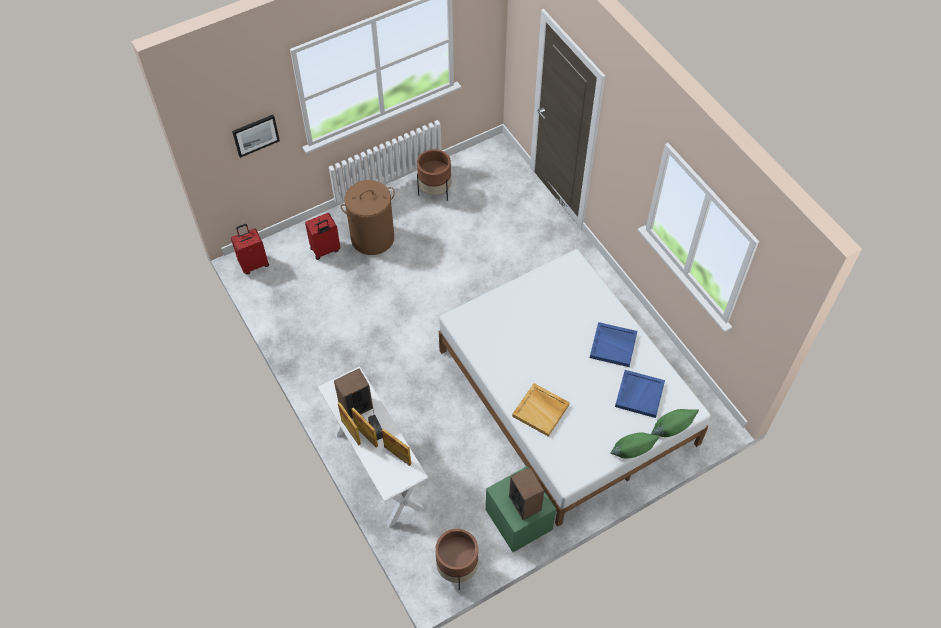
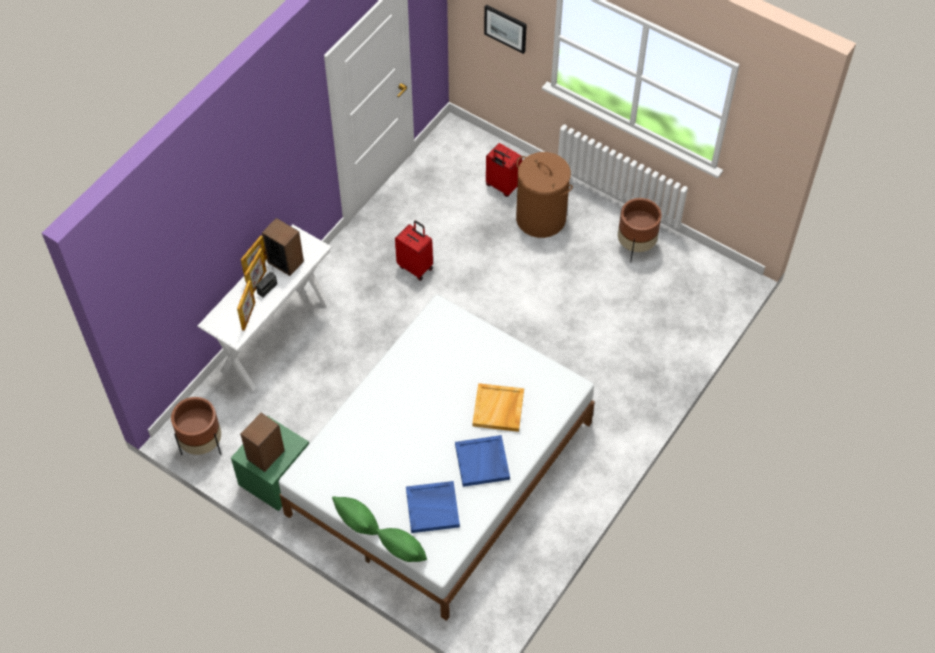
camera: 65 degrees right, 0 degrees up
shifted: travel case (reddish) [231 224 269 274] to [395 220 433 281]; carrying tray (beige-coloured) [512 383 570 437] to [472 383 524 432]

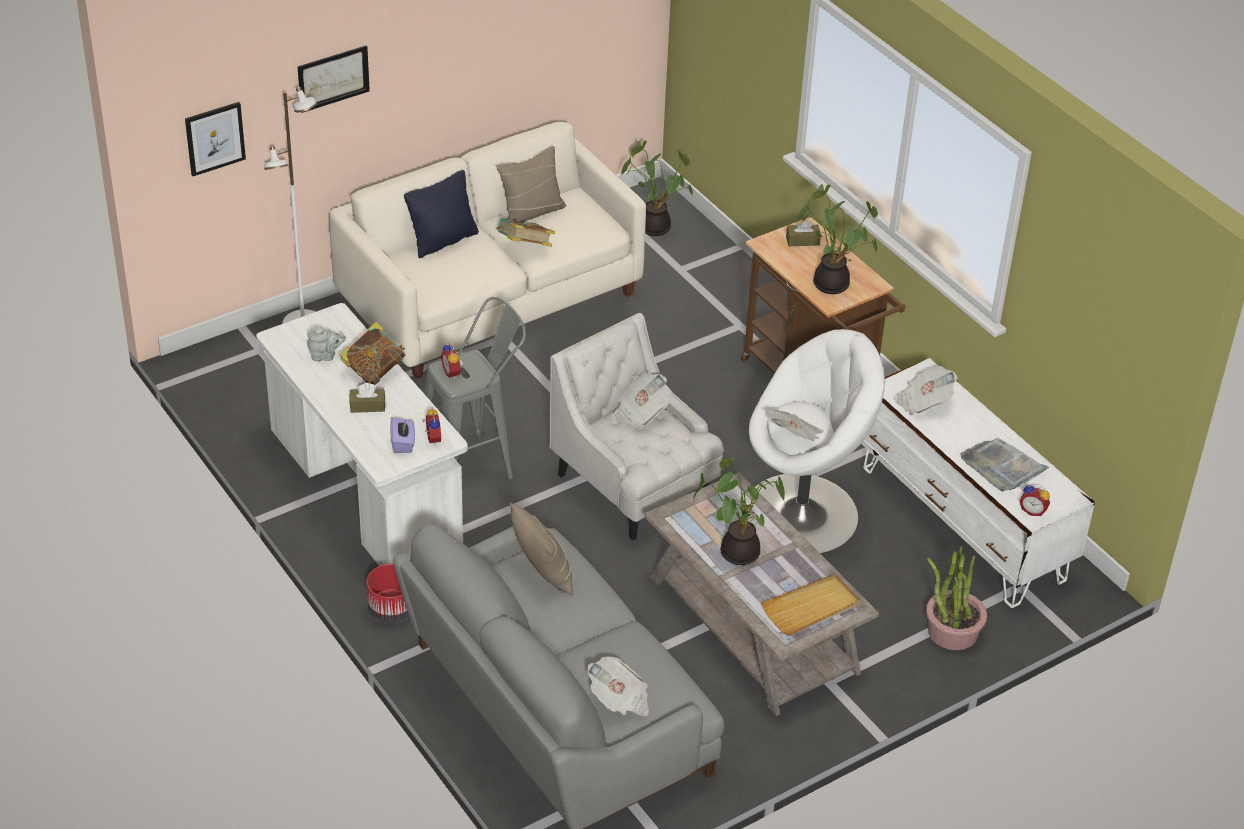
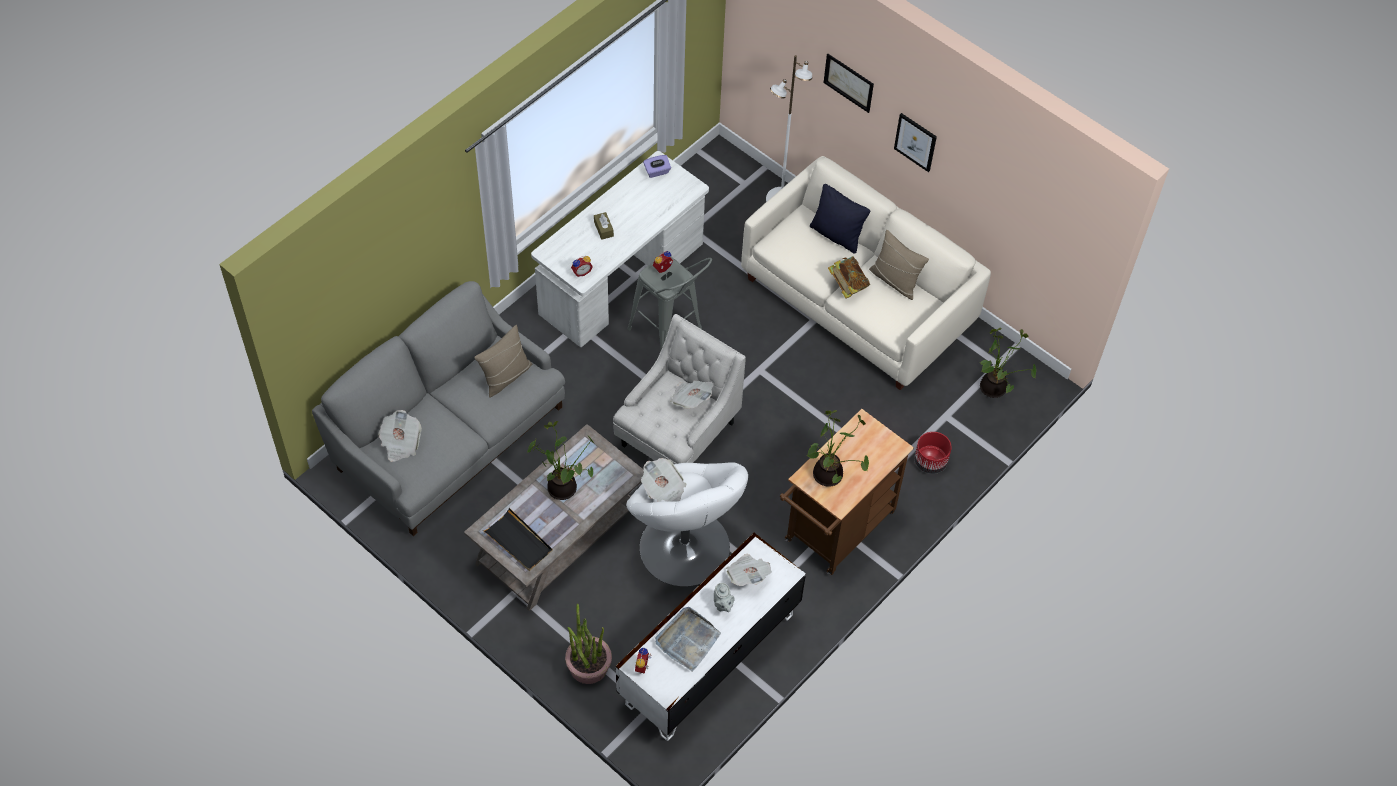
camera: 75 degrees right, 15 degrees up
gone: box of tissues (brownish) [786 220 821 246]; book [339 322 405 385]
shifted: wall art [185 102 246 176] to [894 113 937 172]; tea pot (greyish) [307 327 346 361] to [714 583 735 612]; box of tissues (purple-coloured) [390 417 415 453] to [643 155 671 178]; plant pot (reddish) [366 564 409 623] to [914 432 952 474]
repainted: carrying tray (beige-coloured) [761 574 860 636] to carrying tray (blackish) [483 508 553 571]

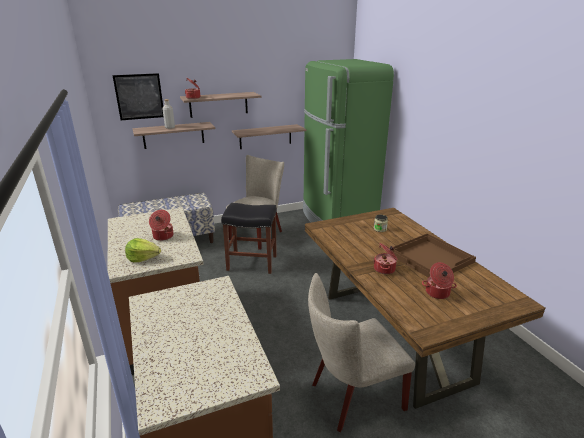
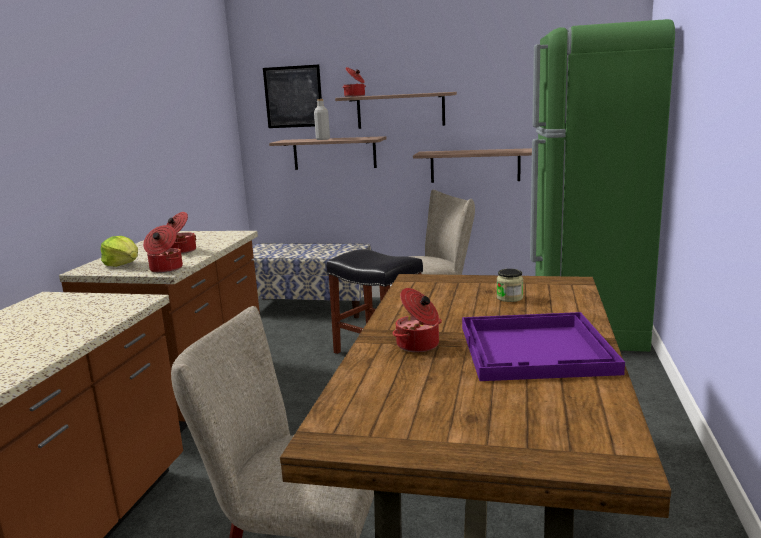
camera: 35 degrees right, 10 degrees down
shifted: saucepot [422 262 457 299] to [143 225 183 273]
repainted: carrying tray (brownish) [392 233 476 277] to carrying tray (purple-coloured) [462 312 625 381]

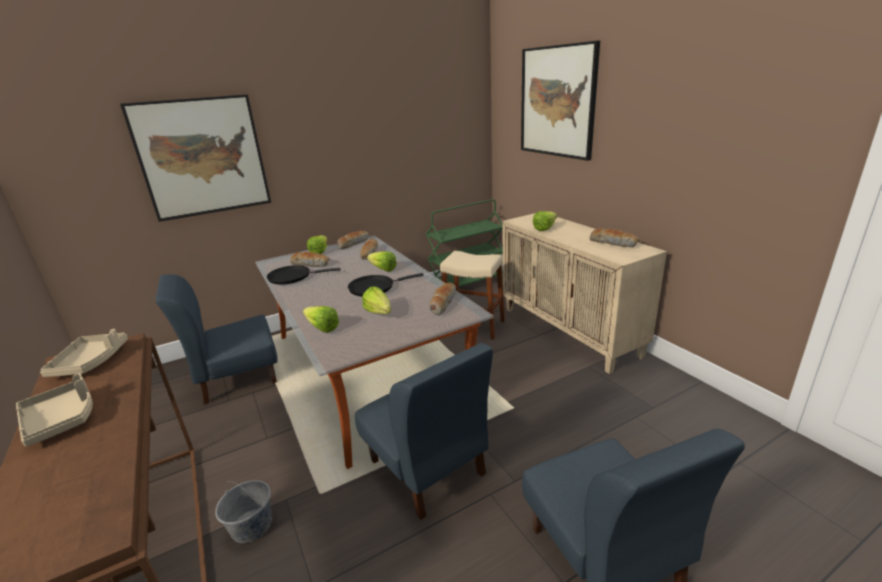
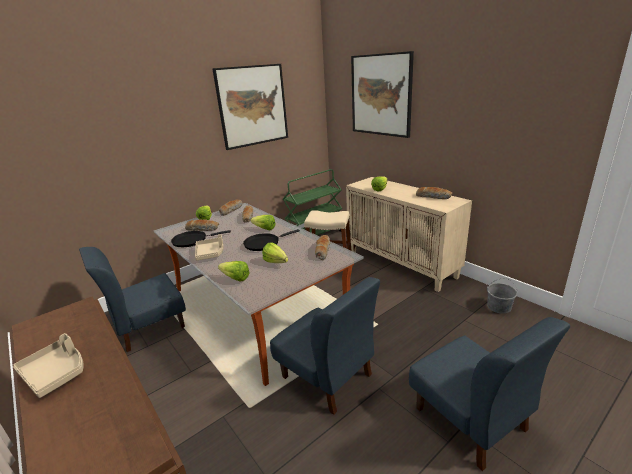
camera: 10 degrees left, 0 degrees up
shifted: wall art [120 94 271 222] to [212 64 288 150]; carrying tray (beige-coloured) [40 329 128 377] to [195 234 224 260]; water bucket (greyish) [215 480 272 543] to [487 278 517 314]

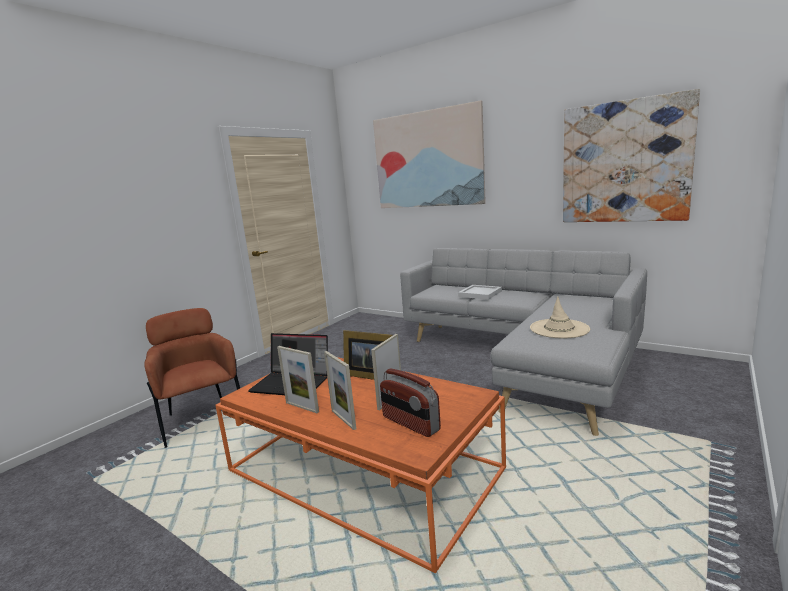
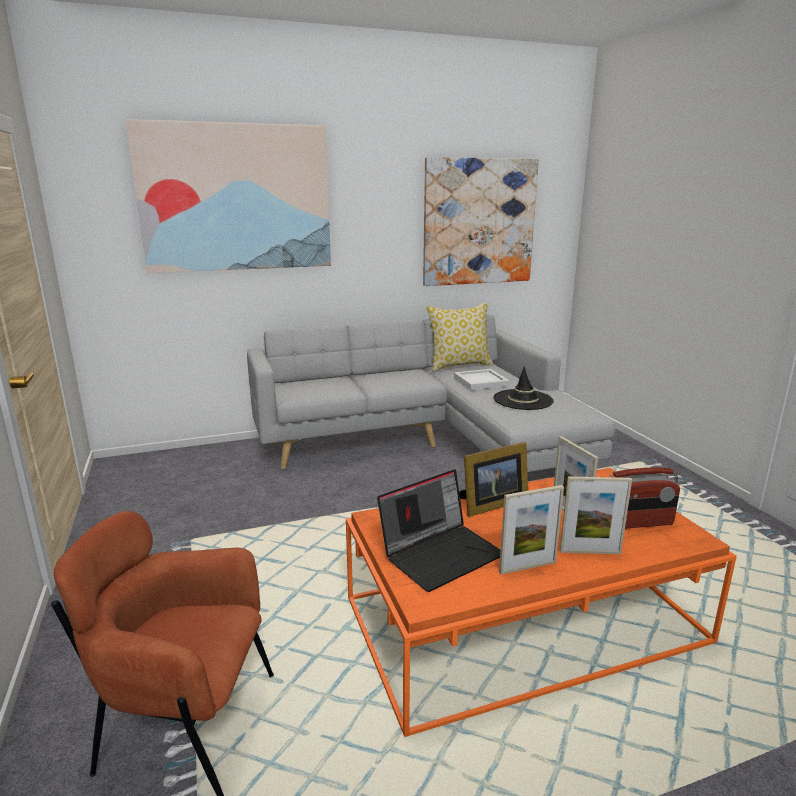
camera: 55 degrees left, 5 degrees up
new: pillow [426 302 493 371]
shifted: carrying tray (whitish) [458 285 502 300] to [454 369 510 390]
repainted: wearable hat (beige-coloured) [530 296 590 338] to wearable hat (blackish) [494 366 554 410]

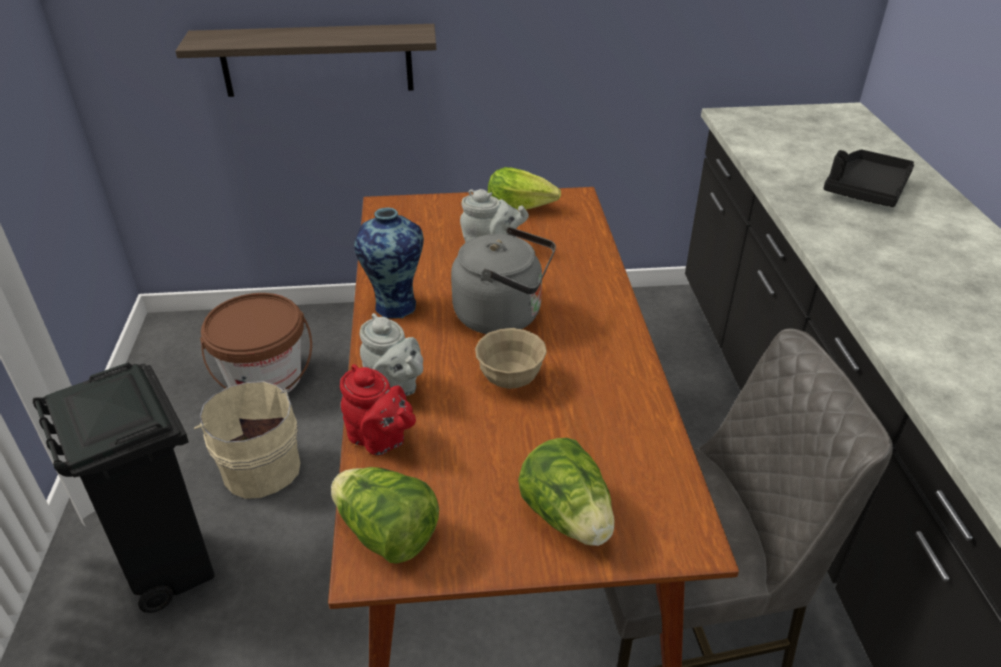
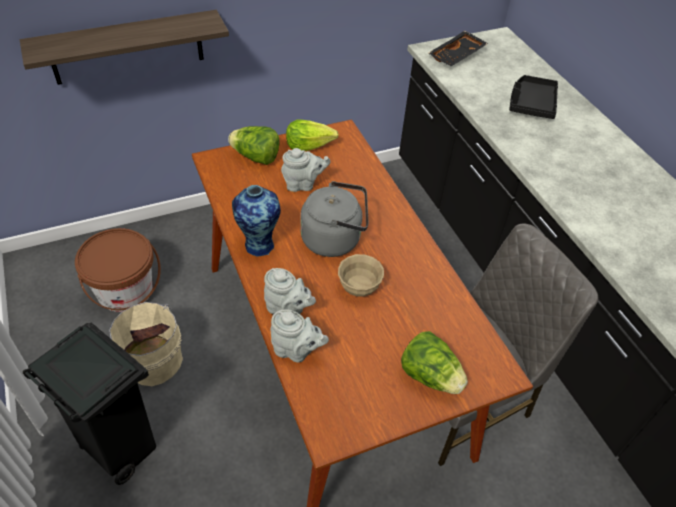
camera: 20 degrees left, 10 degrees up
new: carrying tray (blackish) [428 31 488 66]
shifted: head of lettuce [331 467 439 564] to [228 126 280 165]
repainted: tea pot (reddish) [340 364 416 455] to tea pot (greyish) [270 309 329 363]

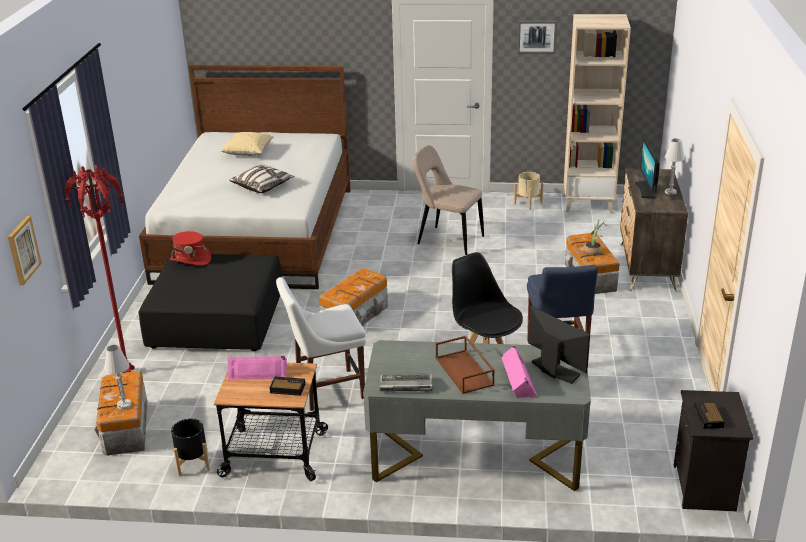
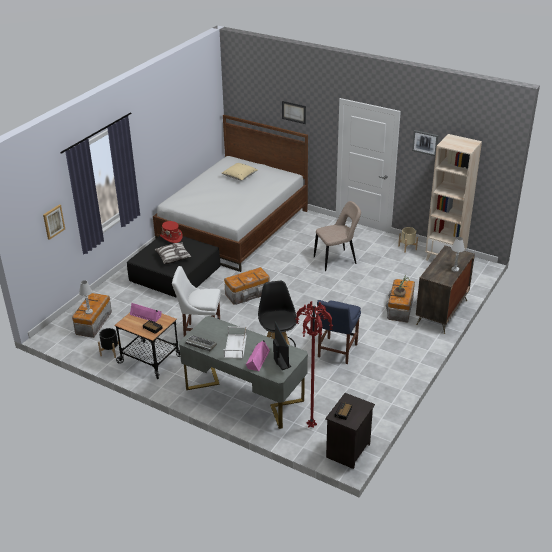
camera: 25 degrees right, 5 degrees up
gone: computer display [635 138 660 199]
new: wall art [282 101 306 124]
shifted: standard lamp (reddish) [64 165 135 373] to [295 301 333 428]; pillow [229 165 294 193] to [155 242 192 264]
repainted: carrying tray (brownish) [436 336 495 394] to carrying tray (whitish) [224 327 247 359]
rotated: plain chair (beige-coloured) [412 145 484 255] = [314 201 361 271] 105 degrees clockwise

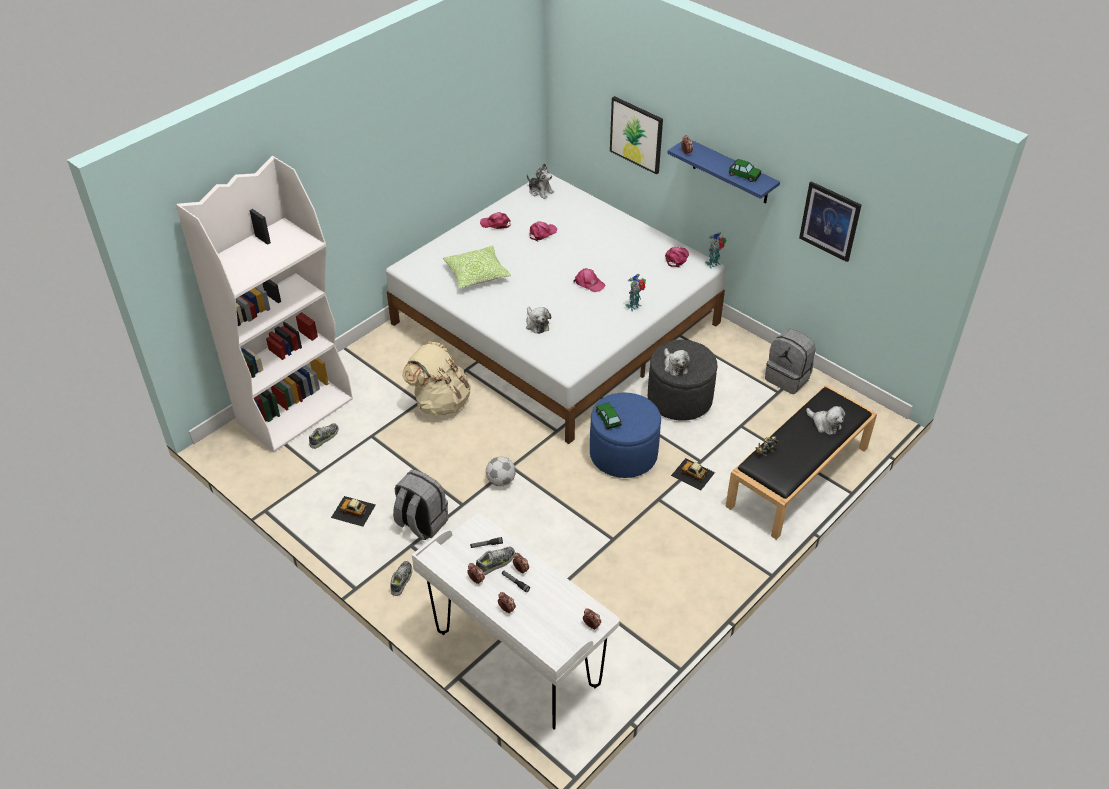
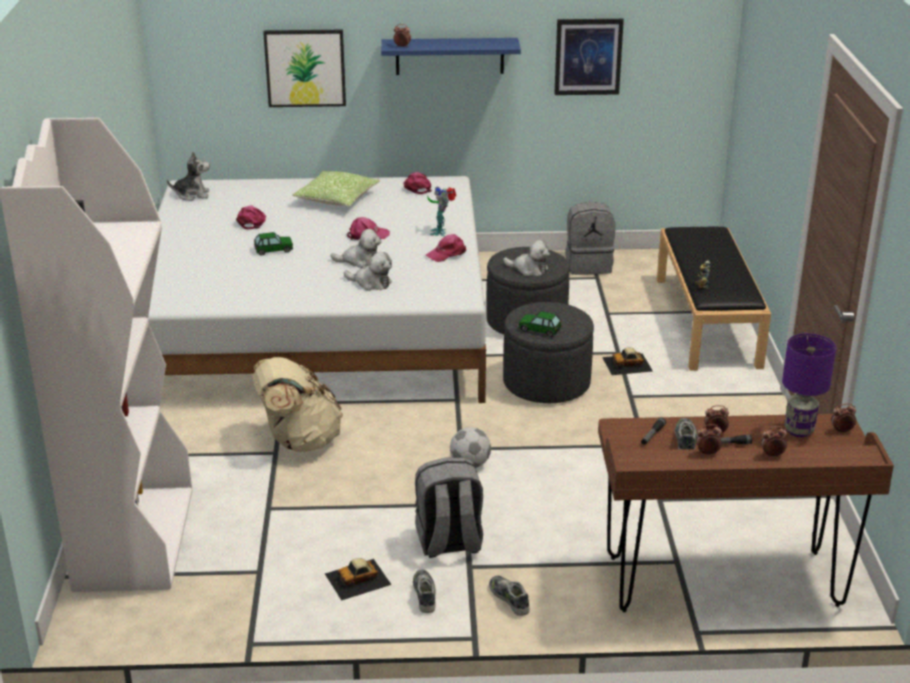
camera: 45 degrees left, 15 degrees down
gone: model robot [705 233 726 269]
new: lamp for a table (purple-coloured) [782 333 836 437]
shifted: toy car [729 159 761 182] to [254 232 293 256]; peaked cap (pink) [480 212 511 229] to [426 234 466 262]; pillow [443 245 511 289] to [292 171 380 207]; soft toy [806 406 845 435] to [331 229 381 268]; item of footwear [309 423 339 449] to [413 570 436 613]
repainted: footrest (blue) [590 393 661 478] to footrest (greyish) [503 302 594 403]; desk unit (whitish) [412 513 620 730] to desk unit (brownish) [598 414 894 612]

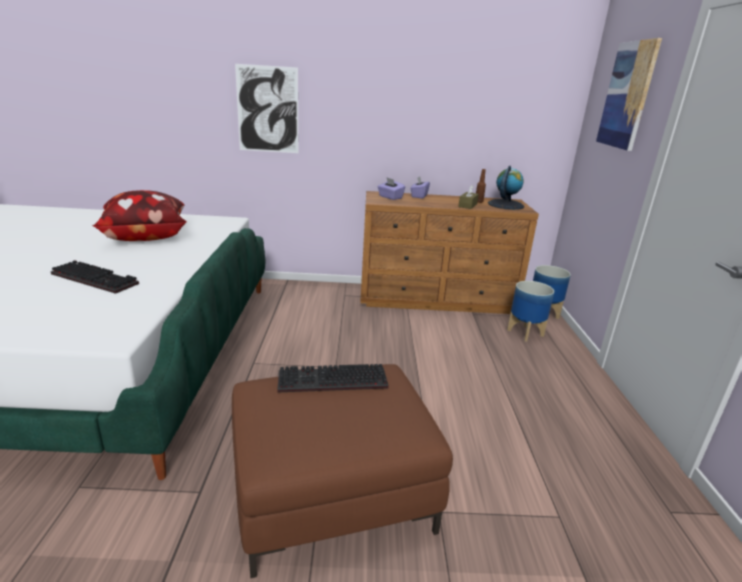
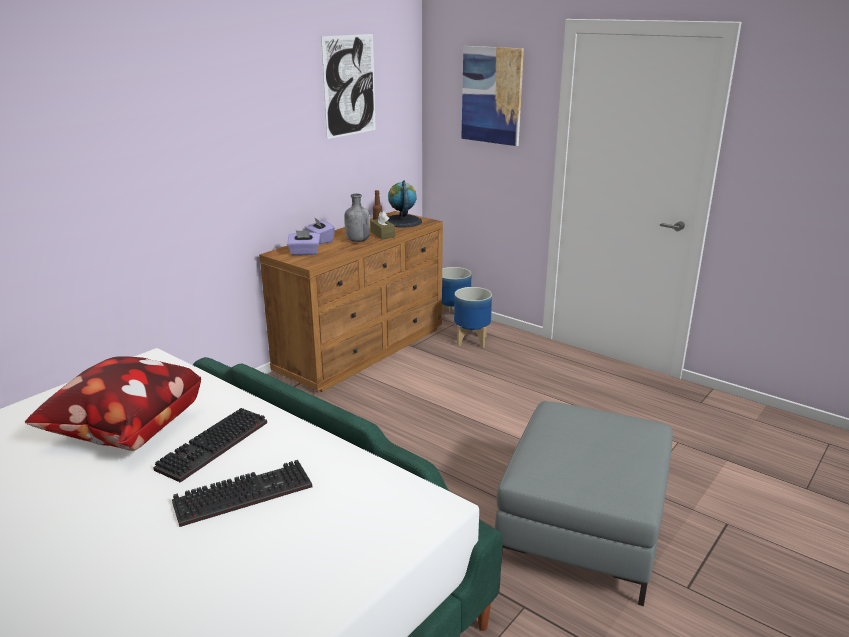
camera: 50 degrees left, 0 degrees up
new: beverage bottle (greyish) [344 194 370 242]
shifted: wall art [235 64 298 153] to [321 34 376 139]; PC keyboard [278 364 389 392] to [153 408 267 482]
repainted: footrest (brownish) [232 364 453 578] to footrest (greyish) [495 401 673 606]

